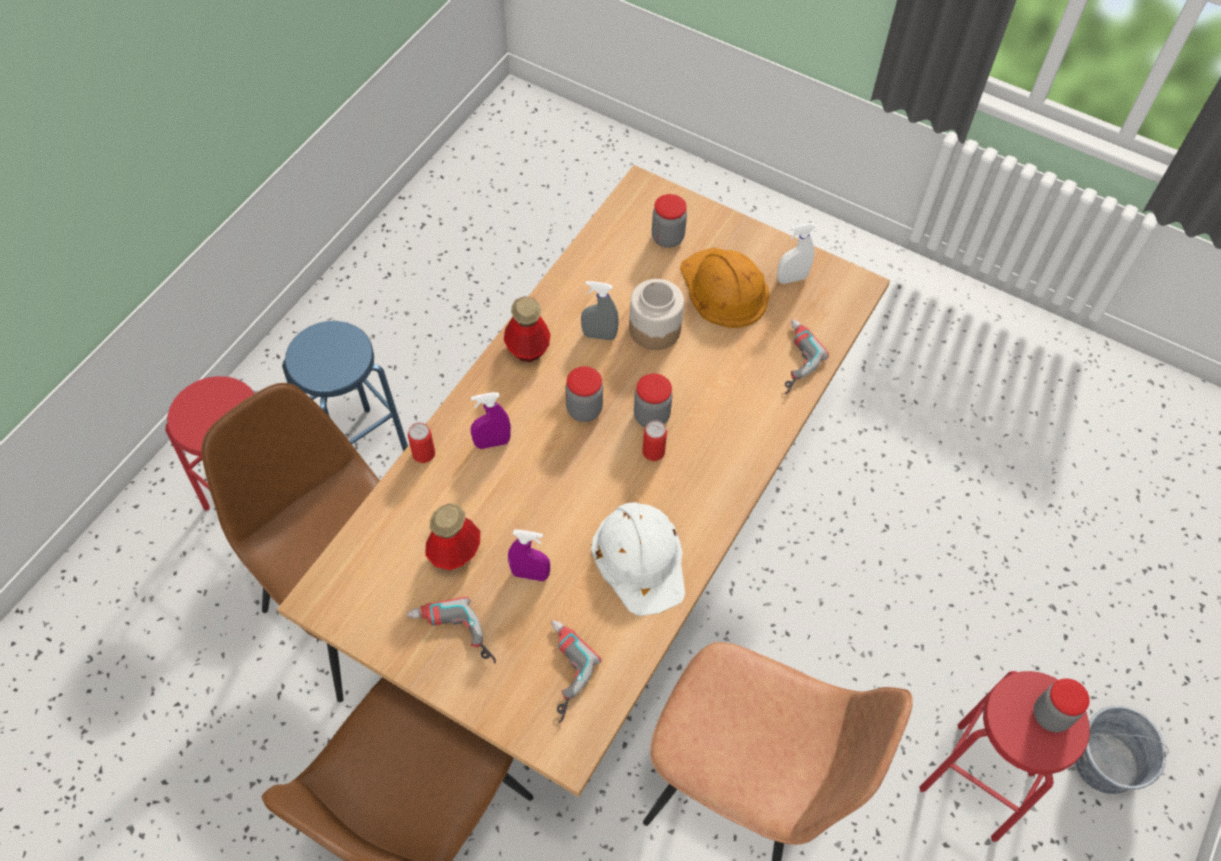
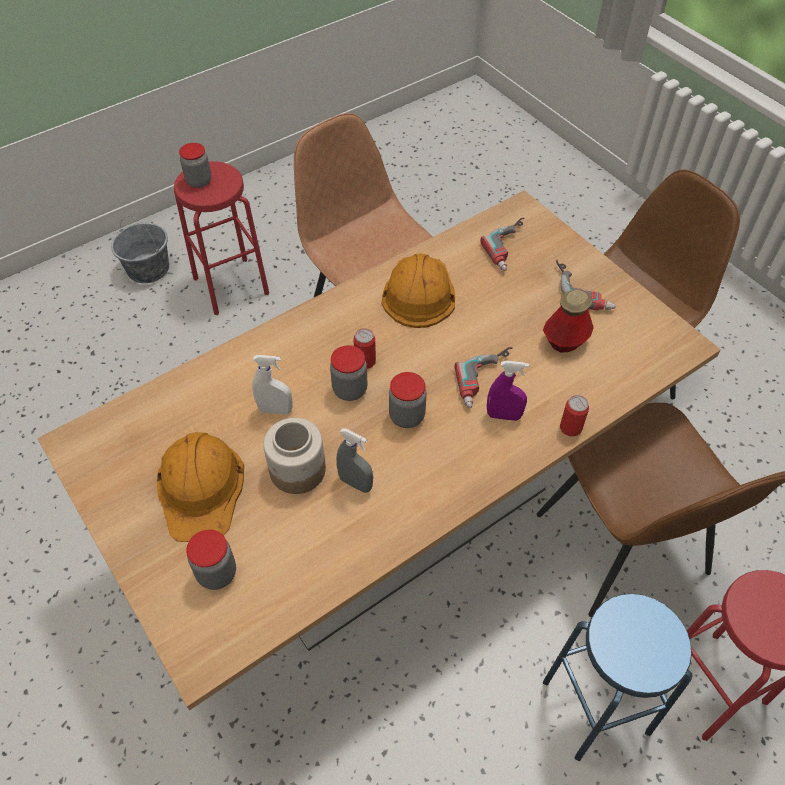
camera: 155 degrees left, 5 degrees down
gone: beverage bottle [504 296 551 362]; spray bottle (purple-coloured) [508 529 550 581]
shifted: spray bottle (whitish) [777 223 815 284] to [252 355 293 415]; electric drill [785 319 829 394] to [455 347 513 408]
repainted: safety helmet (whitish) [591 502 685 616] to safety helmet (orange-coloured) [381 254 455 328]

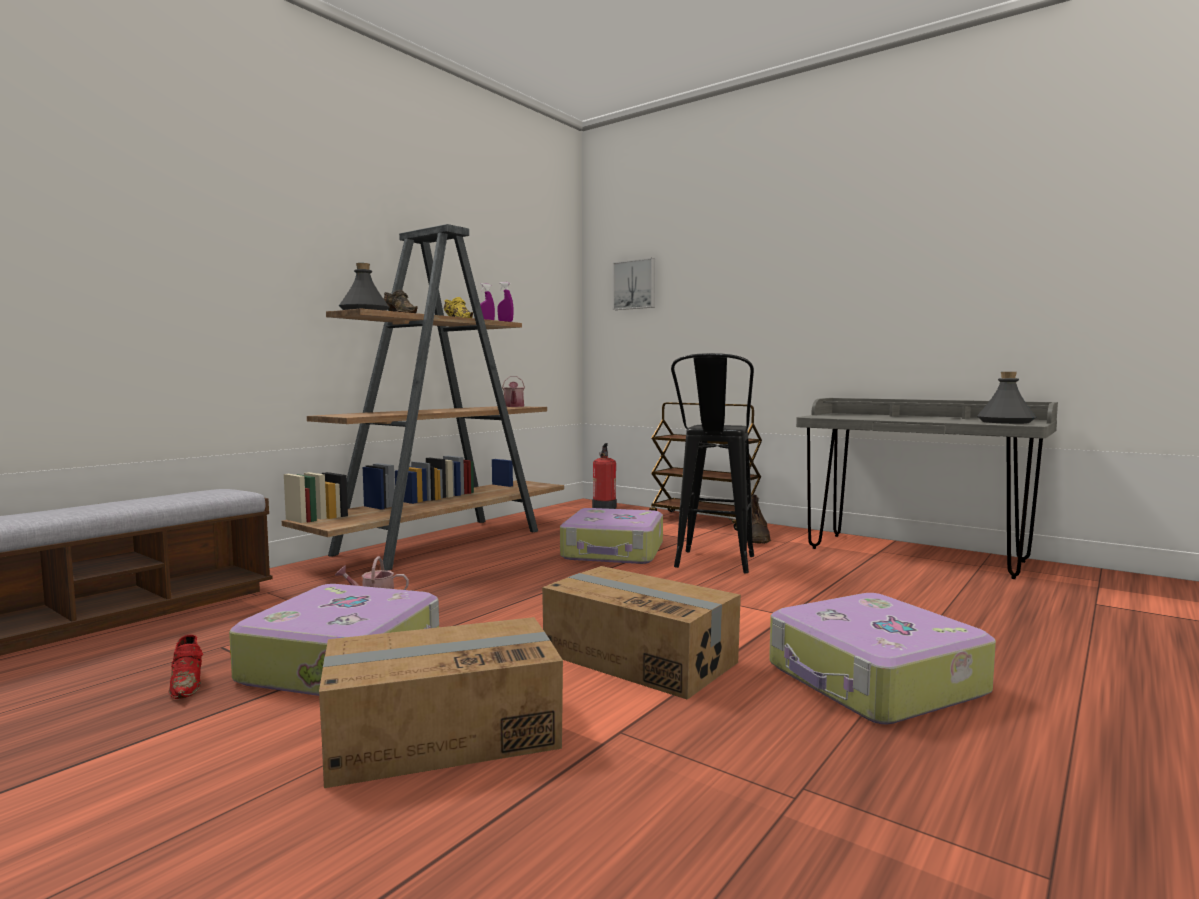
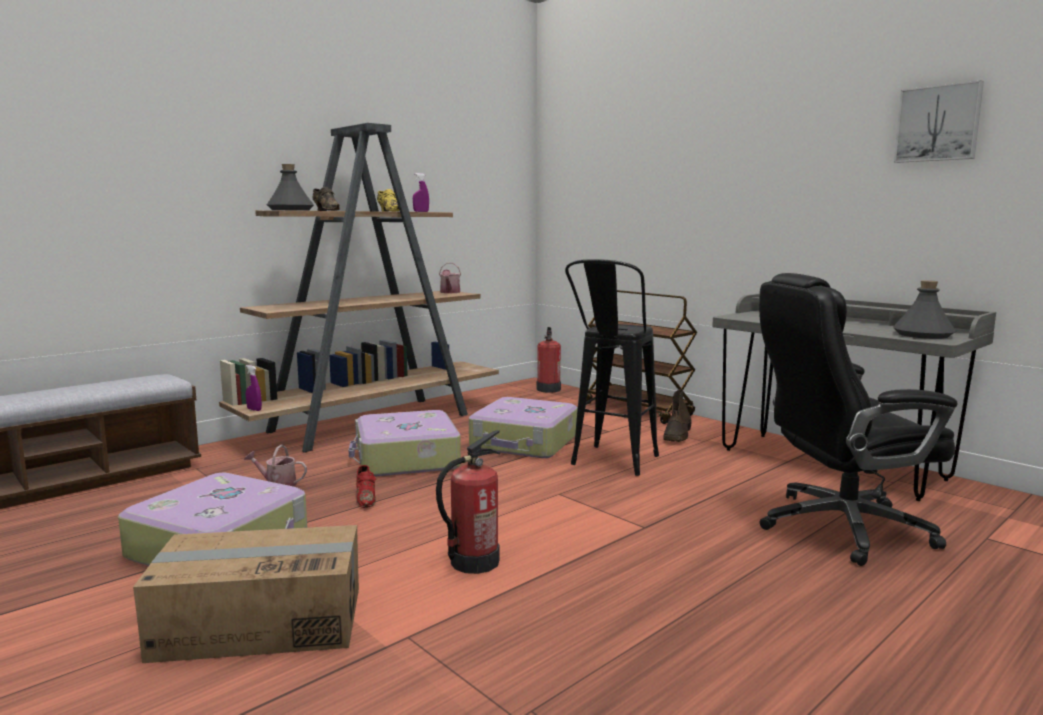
camera: 10 degrees right, 5 degrees up
new: desk chair (blackish) [759 273 958 566]
shifted: wall art [613 258 655 310] to [894 80 984 163]; spray bottle (purple-coloured) [498 282 514 322] to [246 365 262 411]; travel case [769 593 996 725] to [349 410 461 476]; item of footwear (reddish) [169 635 203 699] to [356 465 376 508]
swapped: cardboard box [542 566 741 700] to fire extinguisher [436 430 500 574]

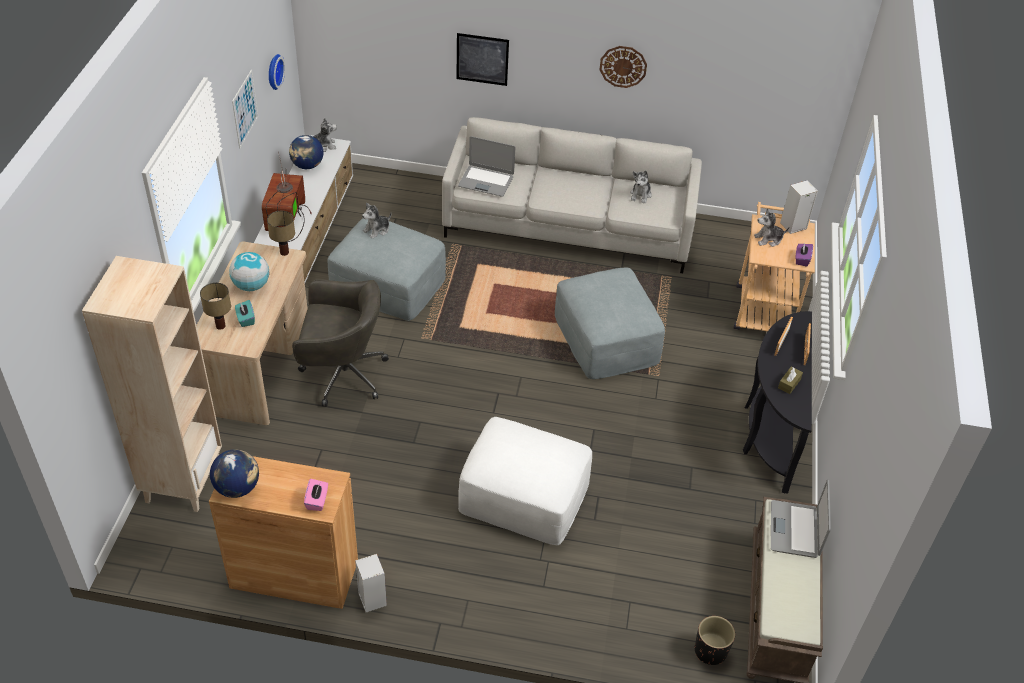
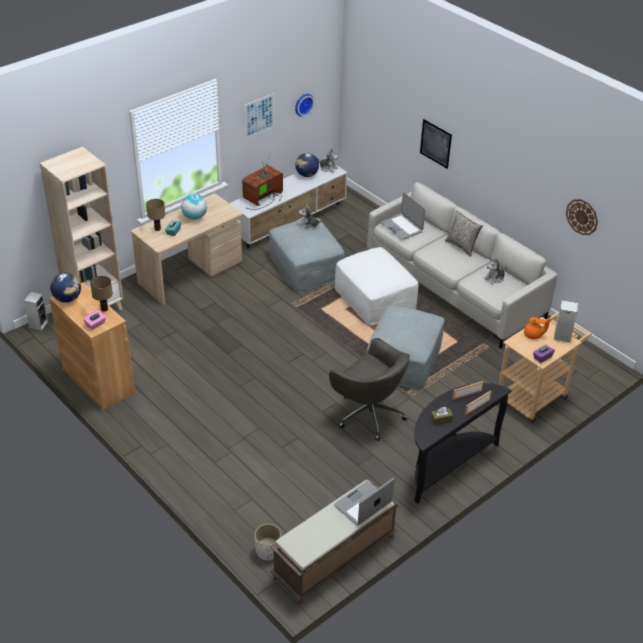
camera: 40 degrees right, 5 degrees down
new: pillow (greyish) [445 210 483 257]
shifted: clock on the wall [599 46 647 88] to [566 199 598 235]; lamp for a table [267 211 295 256] to [90 276 113 312]; desk chair (greyish) [292 279 389 407] to [329 338 410 441]; footrest (whitish) [458 417 592 545] to [335 247 419 326]; loudspeaker [355 554 387 612] to [24 292 48 331]
swapped: soft toy [754 208 790 247] to tea pot (orange-coloured) [524 317 550 339]
repainted: plant pot (blackish) [695 616 735 665] to plant pot (whitish) [254 524 281 561]

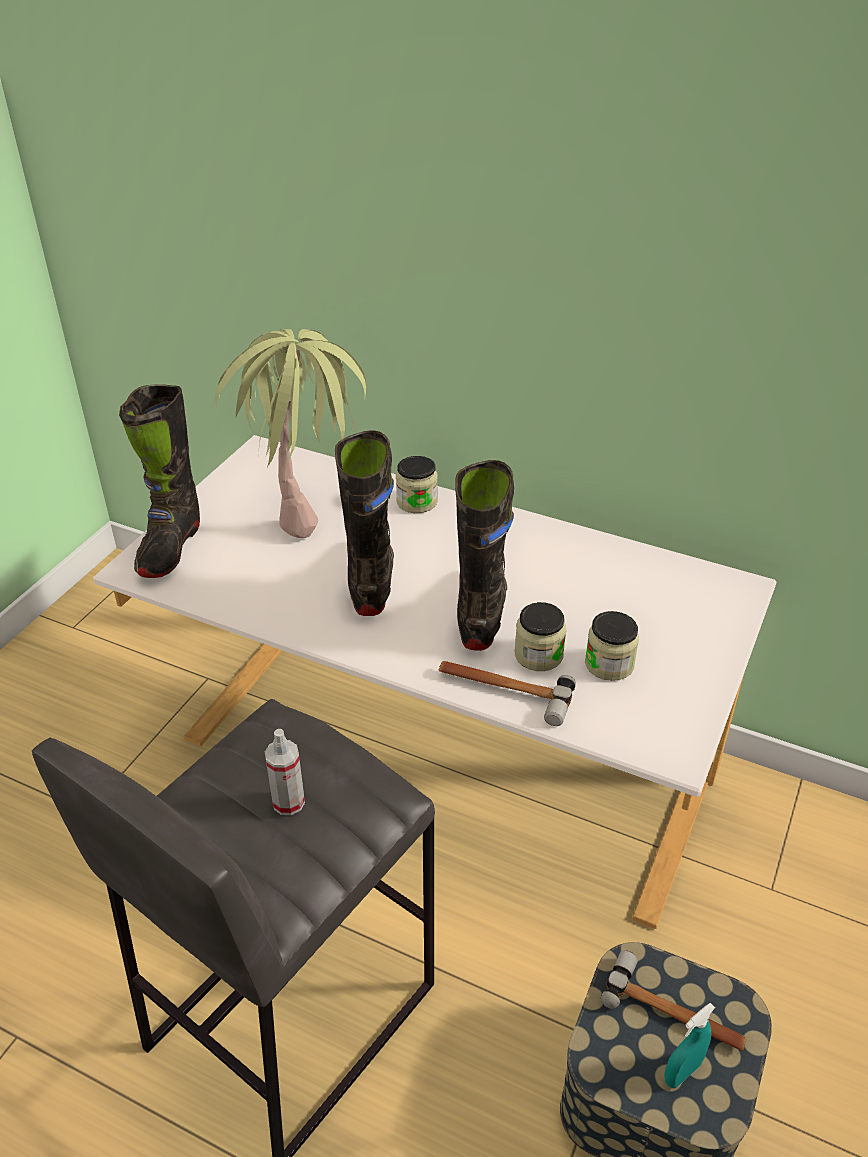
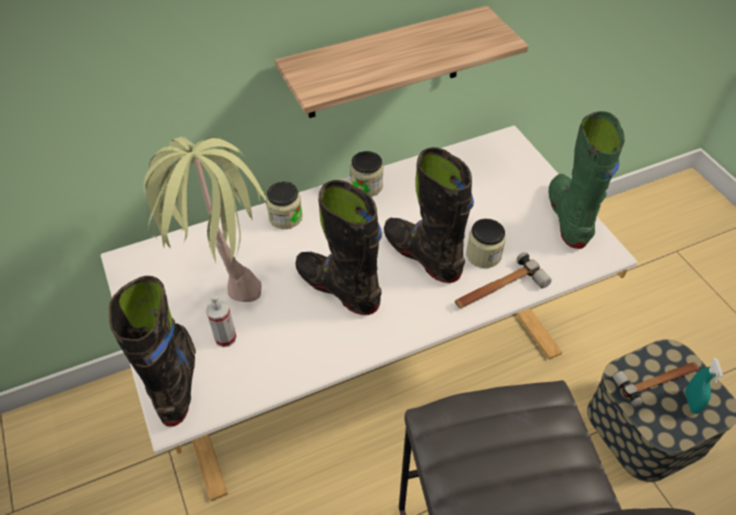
camera: 50 degrees left, 10 degrees up
new: wall shelf [275 6 529 118]; high-top boot (green-coloured) [549 111 625 249]
shifted: storage jar [585 611 639 681] to [350 151 383 197]; spray bottle [265 729 305 815] to [206 294 237 347]
rotated: high-top boot (blackish) [119 384 200 578] = [109 276 196 427] 150 degrees counterclockwise

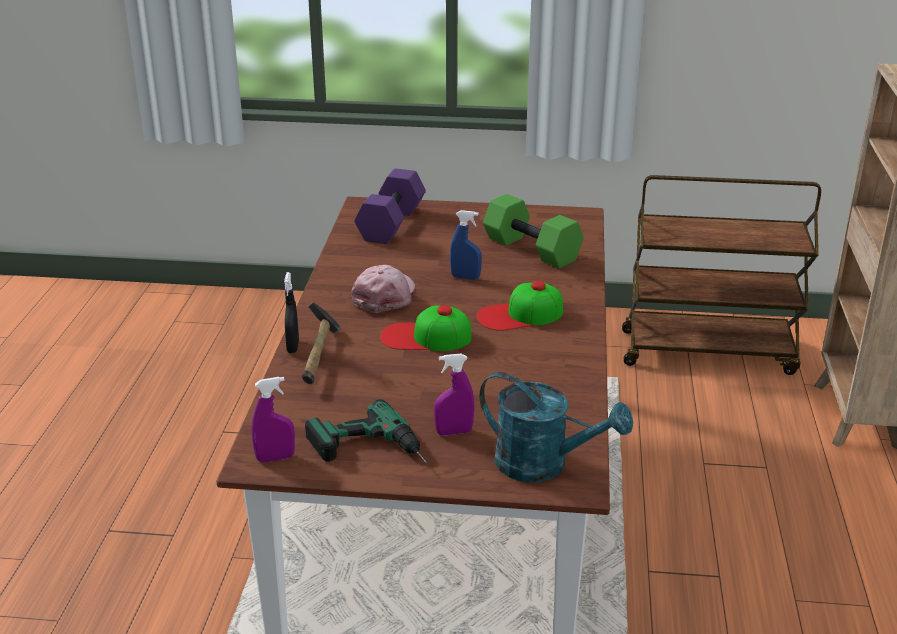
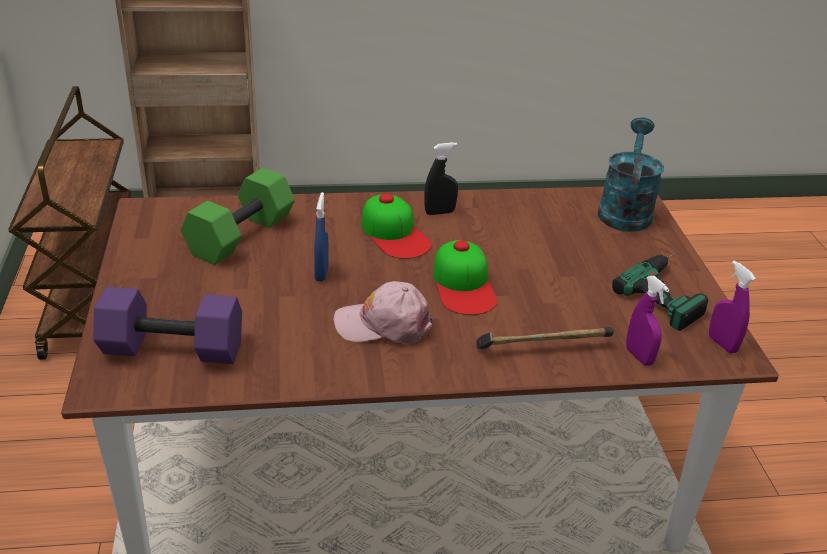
camera: 105 degrees left, 5 degrees up
shifted: spray bottle (blackish) [284 272 299 353] to [424 142 458 215]; spray bottle (purple-coloured) [434 354 475 436] to [626 276 670 366]

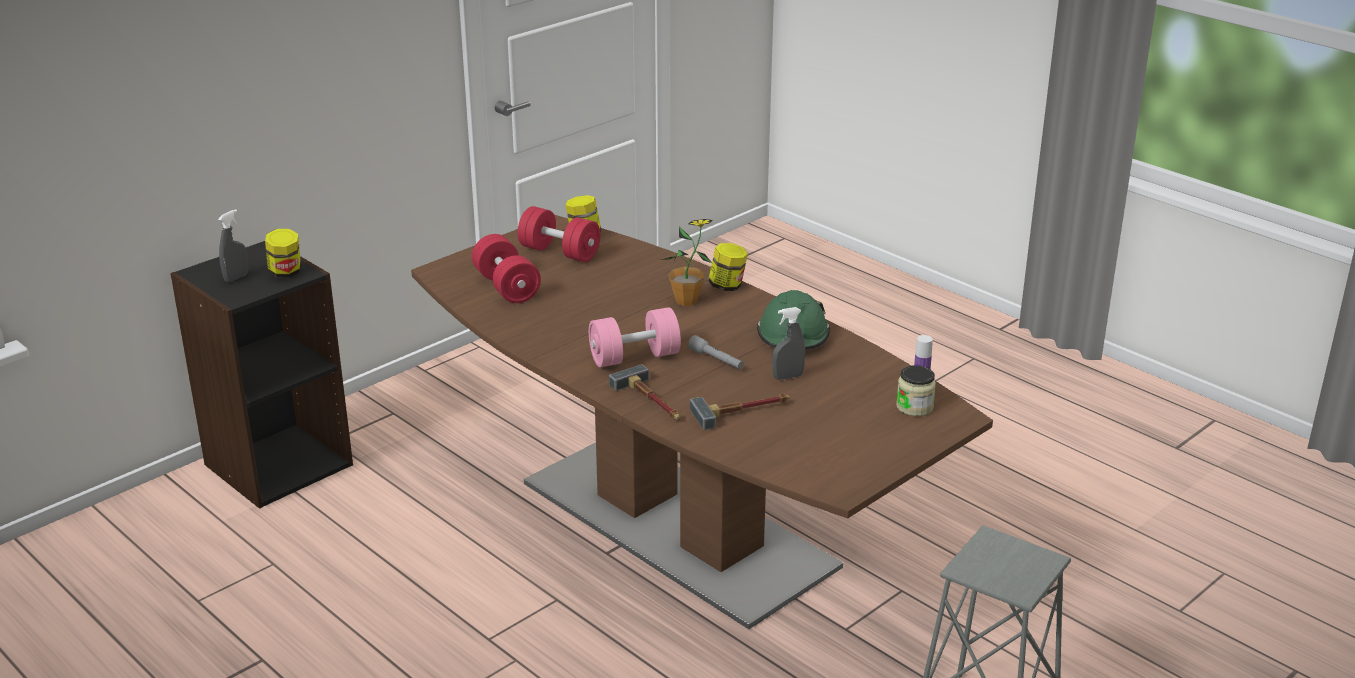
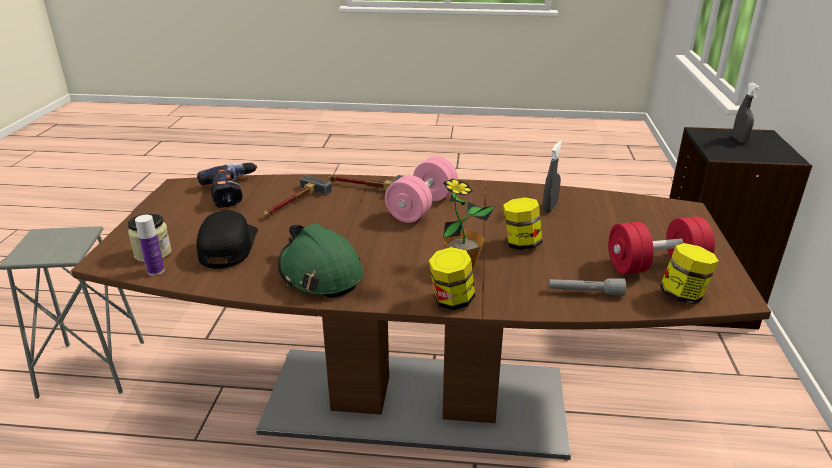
camera: 140 degrees right, 0 degrees up
gone: dumbbell (reddish) [472 234 541 303]
new: electric drill [197 163 257 208]; peaked cap (blackish) [196 210 258 269]
shifted: storage jar [265 229 301 278] to [503 197 542 250]; spray bottle (greyish) [772 307 805 380] to [542 140 562 213]; flashlight (greyish) [688 335 744 369] to [549 278 626 296]

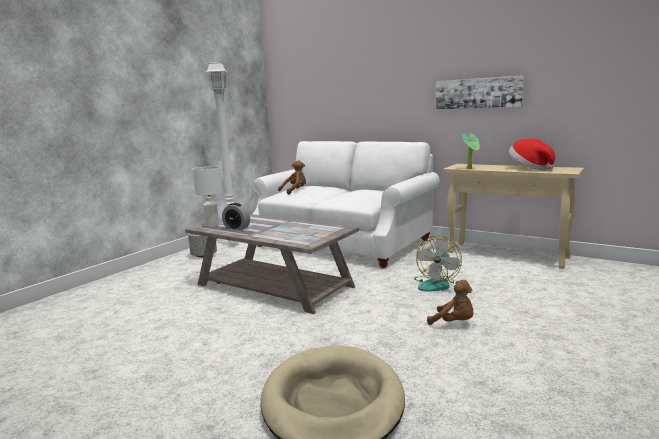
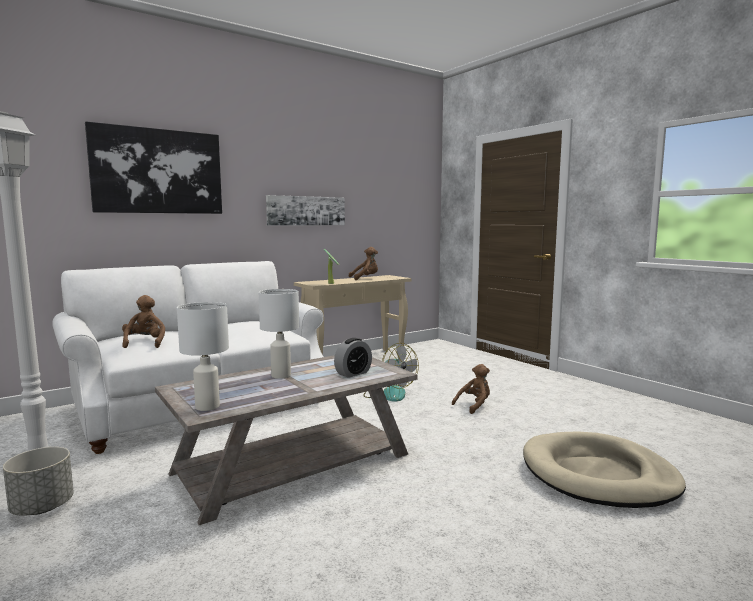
camera: 70 degrees left, 5 degrees down
new: wall art [85 122 222 214]; lamp for a table (whitish) [259 289 299 379]
shifted: table clock [222 203 250 230] to [334 338 372 378]
swapped: wearable hat [509 139 555 170] to soft toy (brownish) [349 247 378 280]

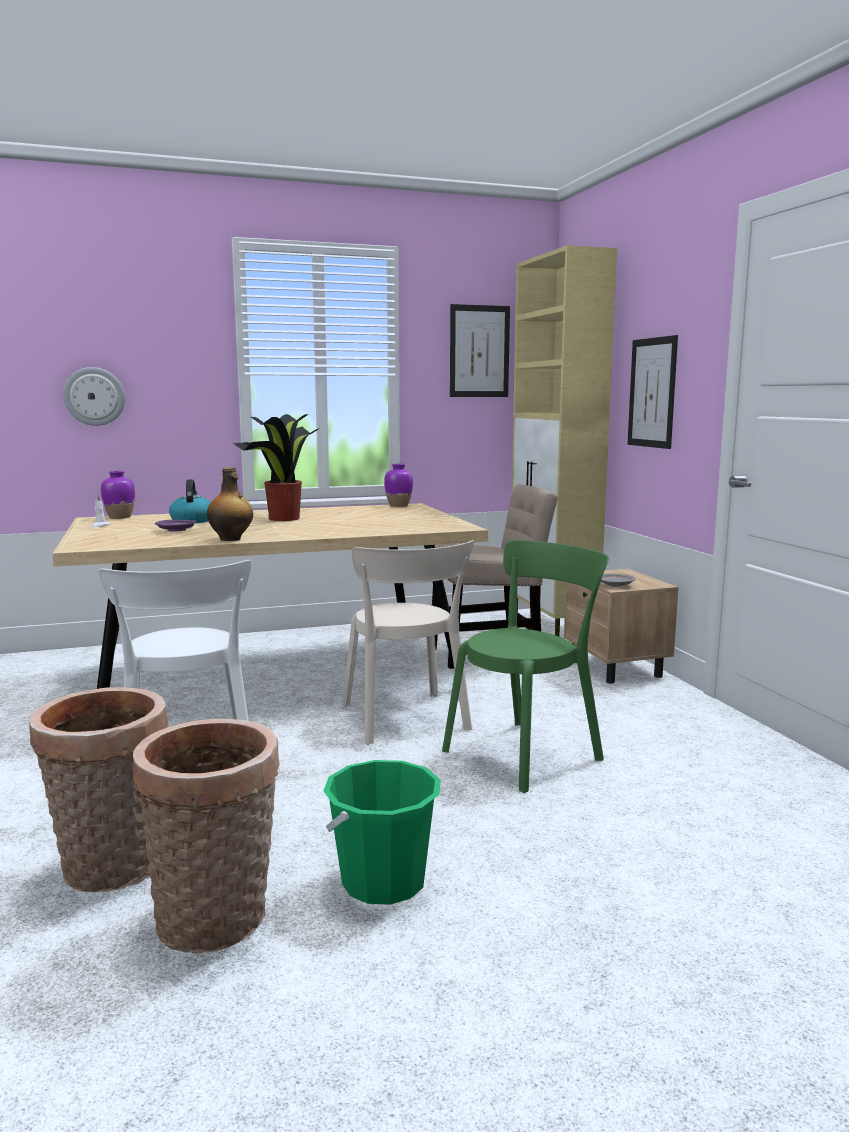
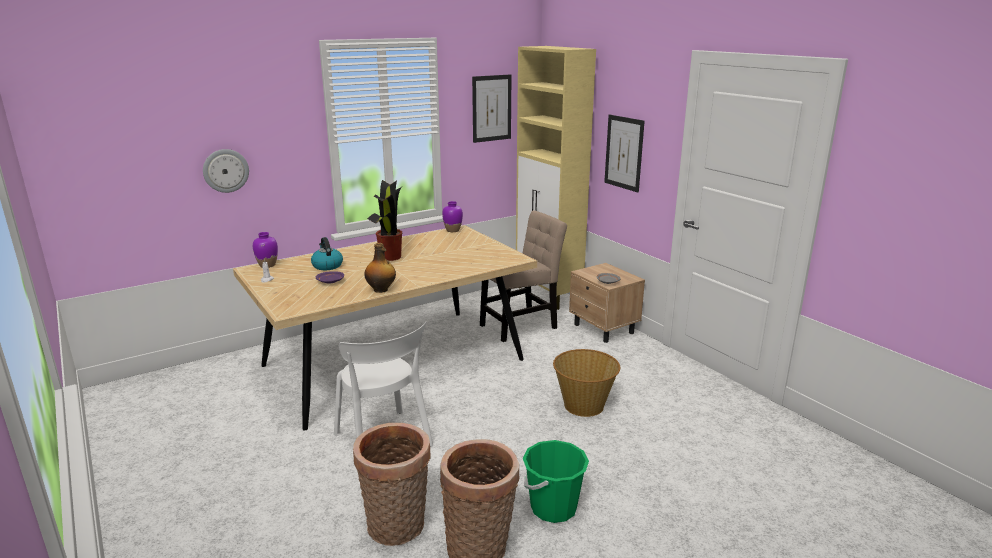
camera: 15 degrees left, 10 degrees up
gone: plain chair (beige-coloured) [342 540 474 745]
swapped: plain chair (green-coloured) [442 540 609 793] to storage basket [553 349 620 417]

